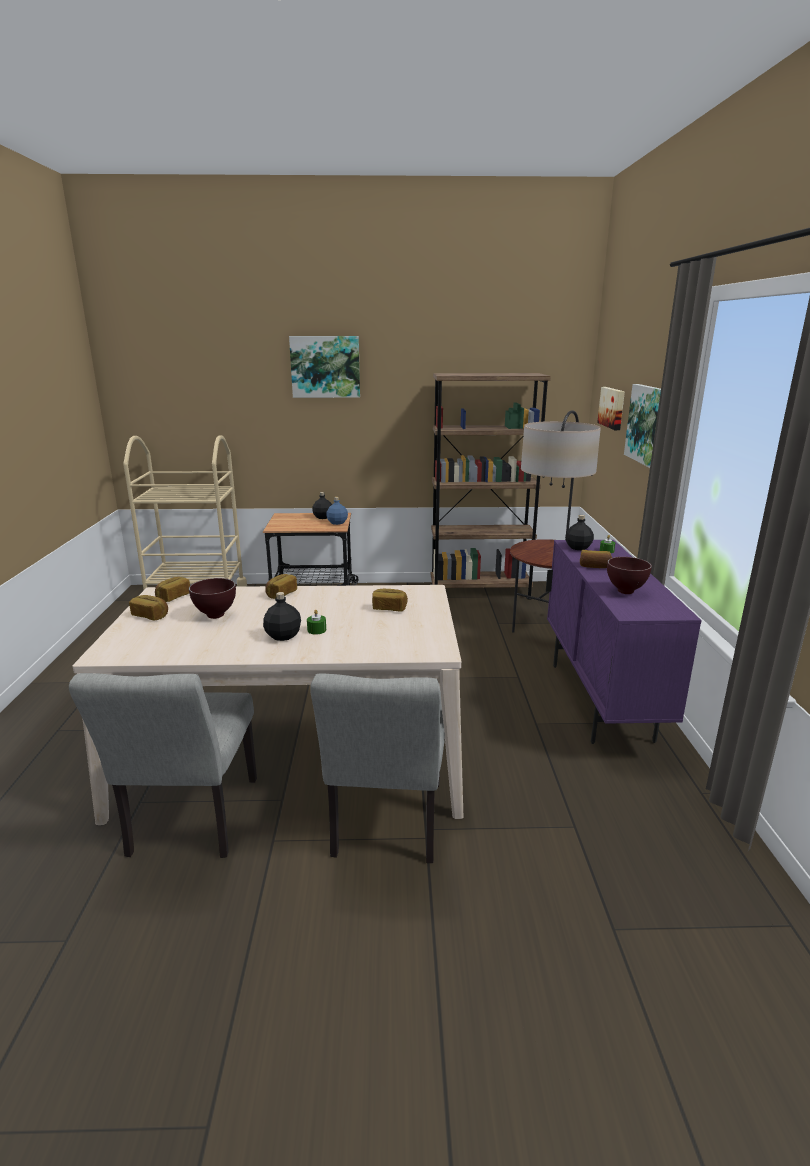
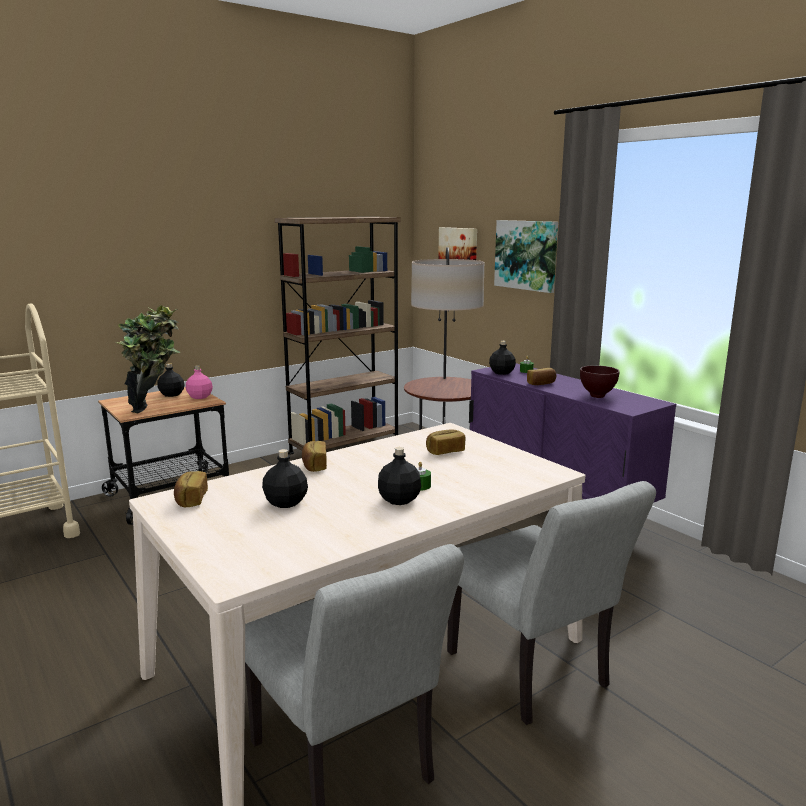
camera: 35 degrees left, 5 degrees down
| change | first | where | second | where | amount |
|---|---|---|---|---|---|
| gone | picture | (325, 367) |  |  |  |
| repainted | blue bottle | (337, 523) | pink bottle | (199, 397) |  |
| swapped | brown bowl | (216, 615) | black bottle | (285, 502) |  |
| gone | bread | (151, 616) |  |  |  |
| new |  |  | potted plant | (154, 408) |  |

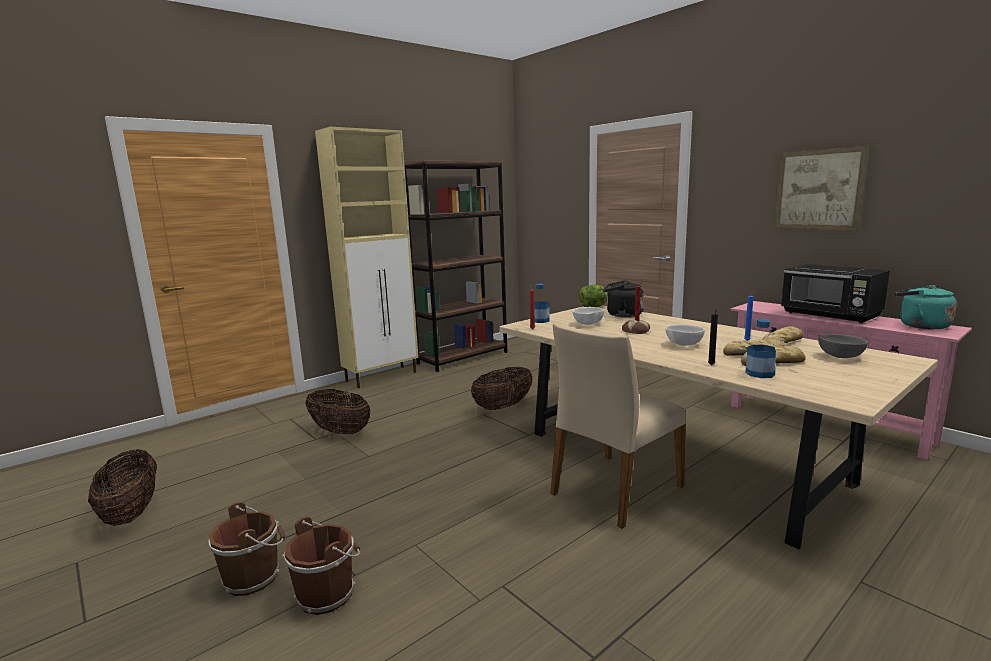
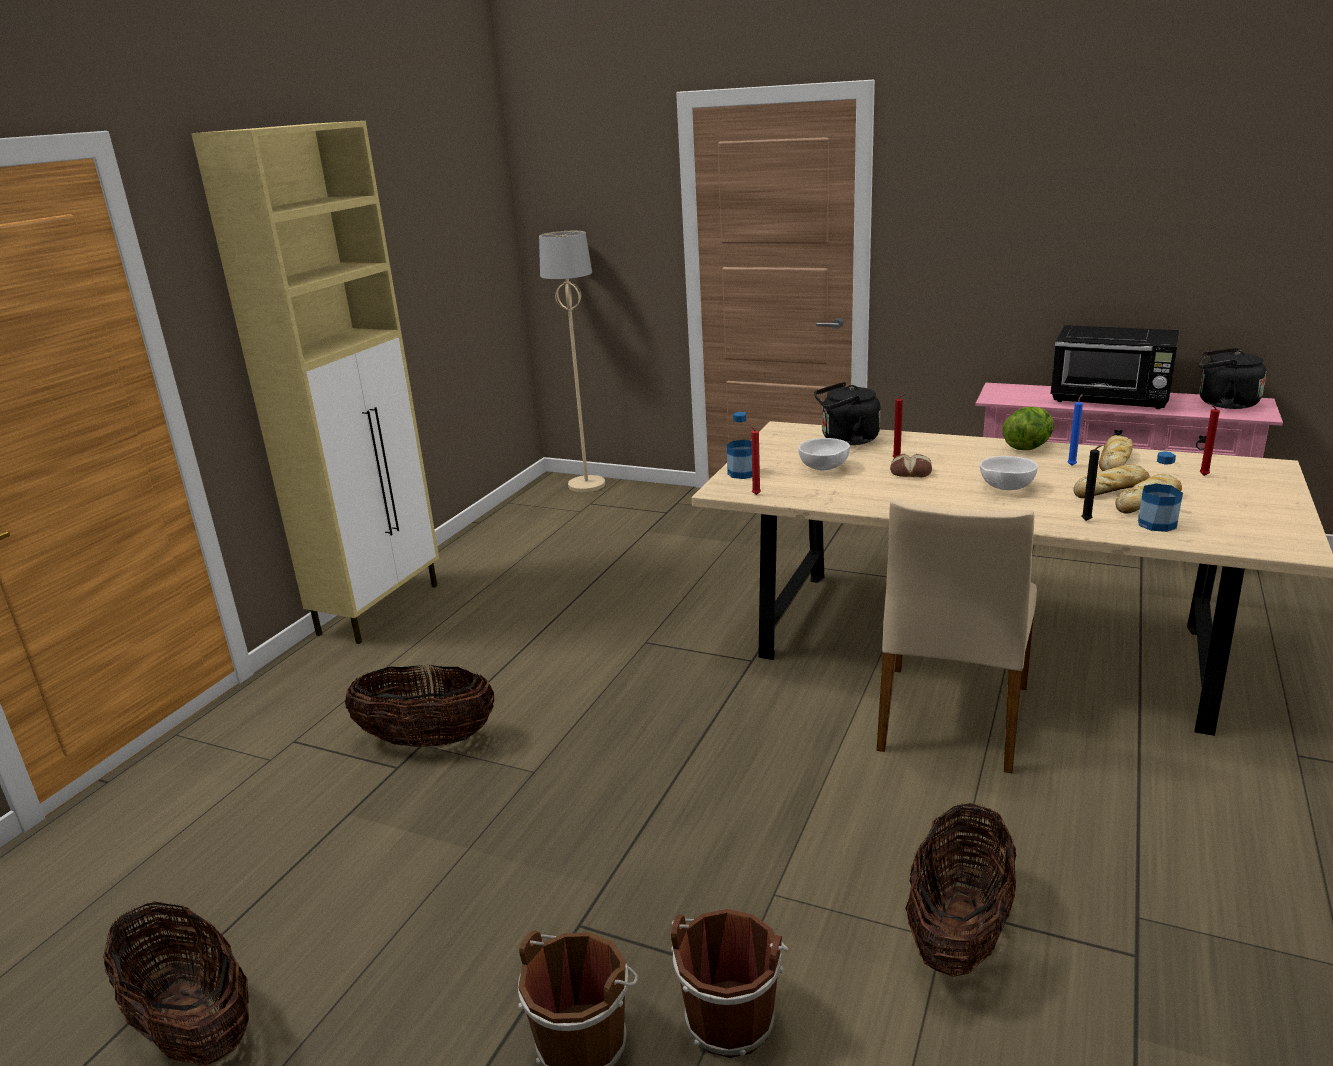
camera: 25 degrees left, 10 degrees up
| change | first | where | second | where | amount |
|---|---|---|---|---|---|
| gone | picture | (818, 190) |  |  |  |
| gone | brown bookcase | (463, 357) |  |  |  |
| shifted | lettuce | (594, 307) |  | (1027, 447) |  |
| repainted | turquoise kettle | (920, 325) | black kettle | (1223, 403) |  |
| swapped | grey bowl | (839, 356) | red candle | (1202, 475) |  |
| shifted | basket | (503, 406) |  | (958, 931) |  |
| new |  |  | beige floor lamp | (587, 485) |  |

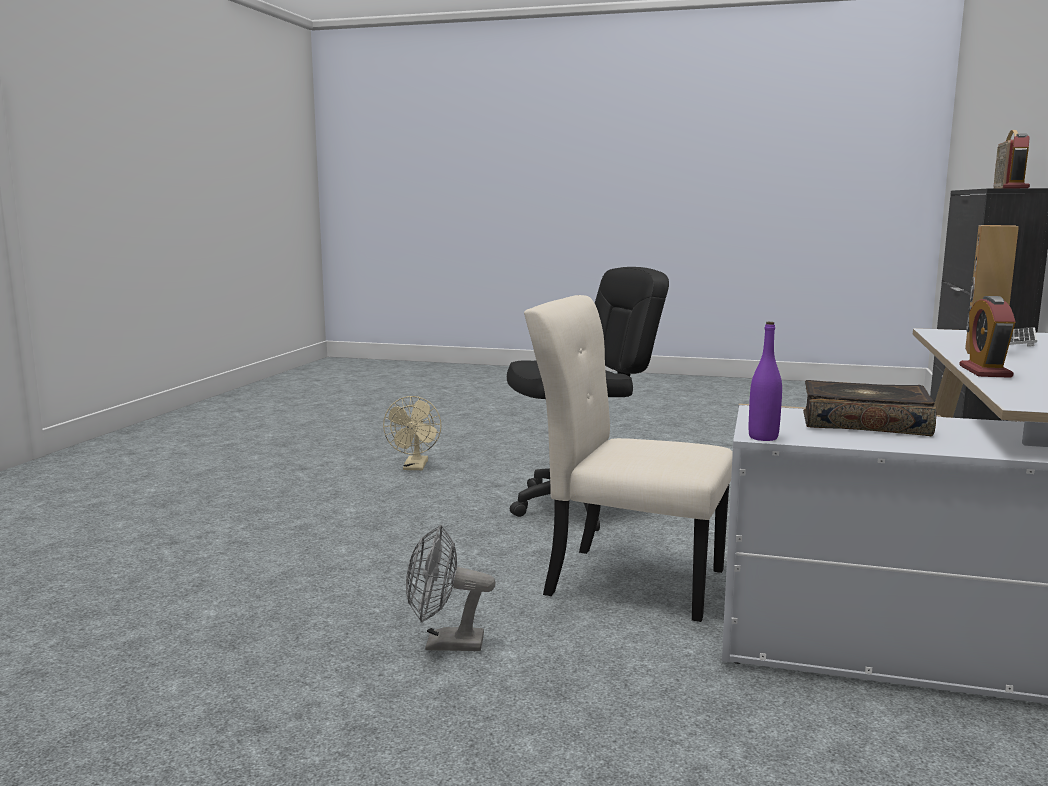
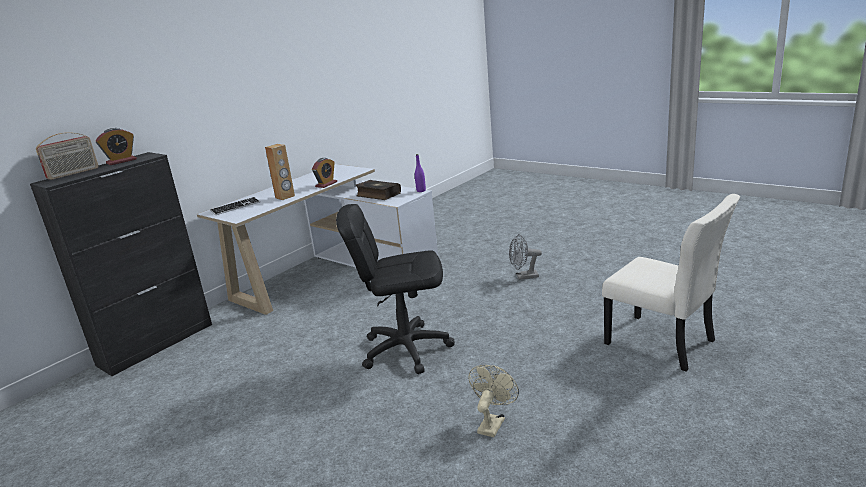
camera: 155 degrees left, 10 degrees up
| change | first | where | second | where | amount |
|---|---|---|---|---|---|
| shifted | beige chair | (627, 581) |  | (663, 344) |  |
| rotated | grey fan | (444, 644) |  | (523, 277) | 150 degrees clockwise |

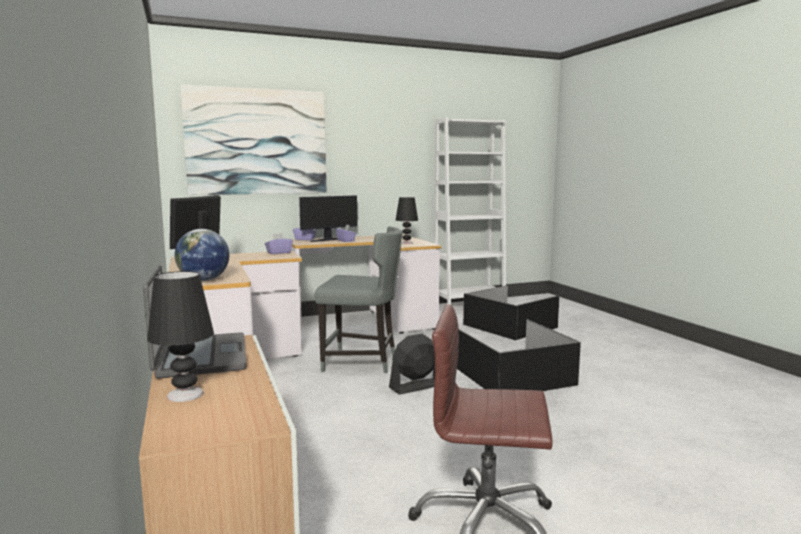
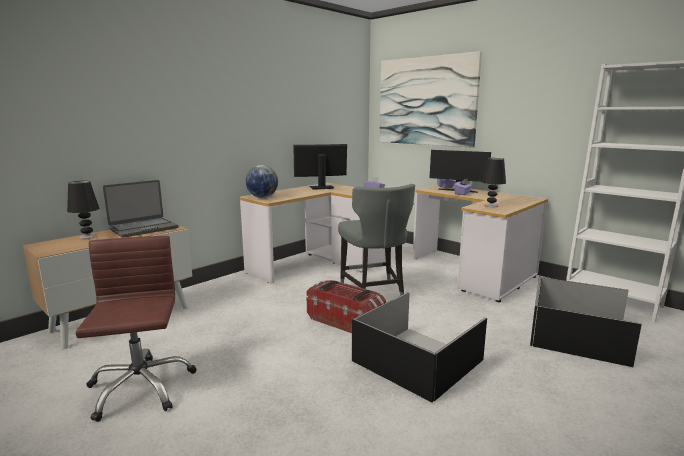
camera: 65 degrees right, 5 degrees up
| change | first | where | second | where | amount |
|---|---|---|---|---|---|
| swapped | black fan | (416, 386) | storage box | (346, 322) |  |

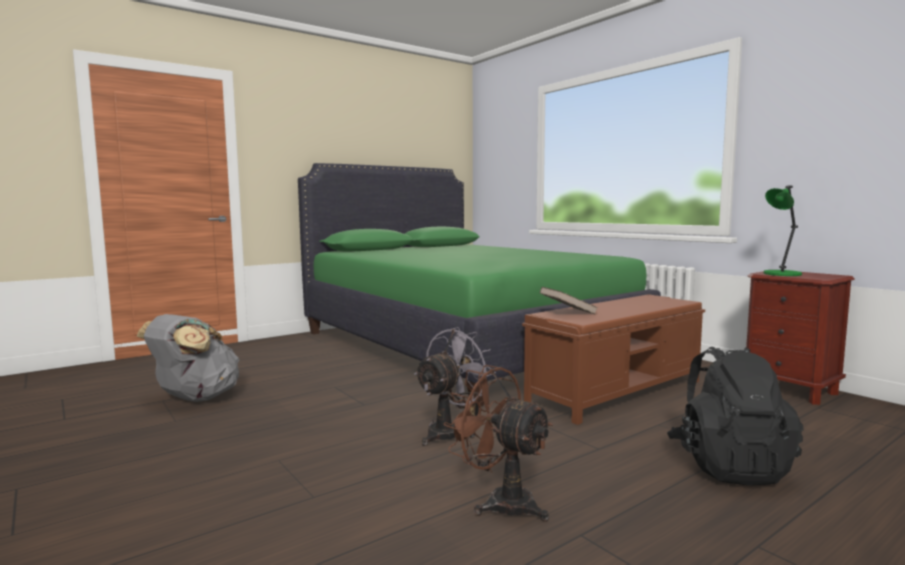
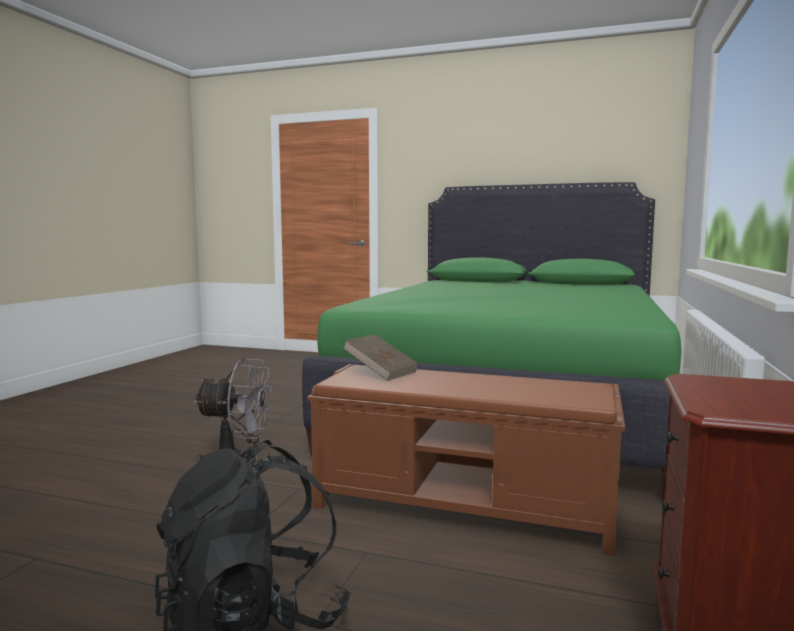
camera: 55 degrees right, 0 degrees up
| change | first | where | second | where | amount |
|---|---|---|---|---|---|
| gone | green table lamp | (781, 274) |  |  |  |
| gone | grey backpack | (195, 398) |  |  |  |
| gone | brown fan | (500, 502) |  |  |  |

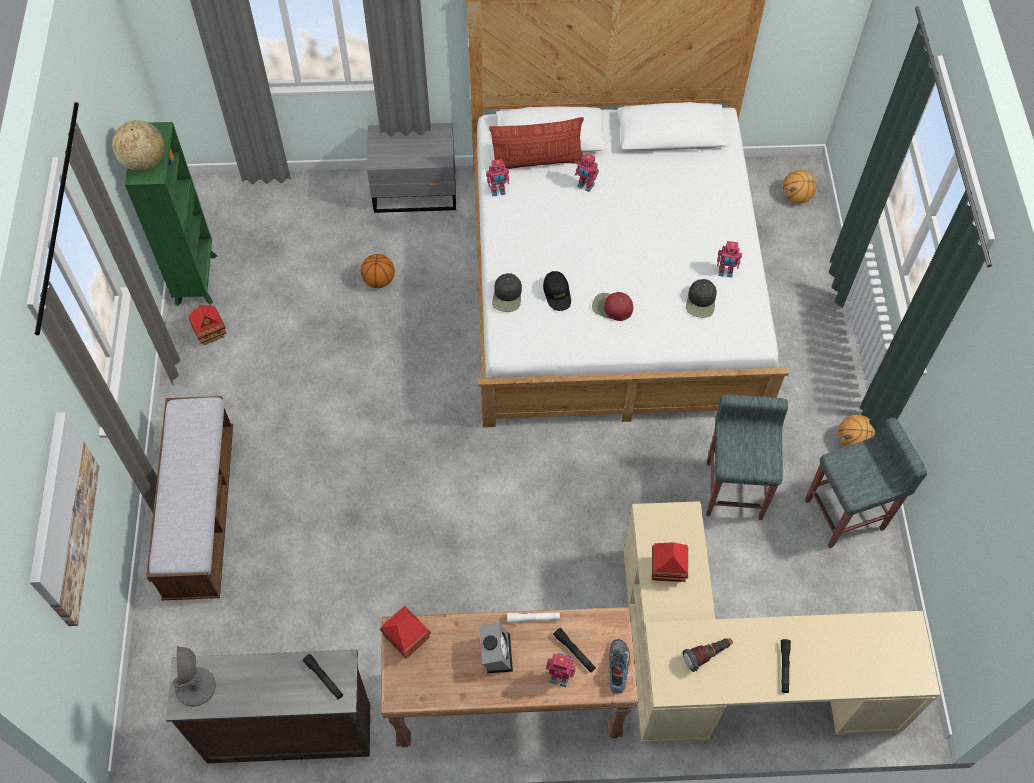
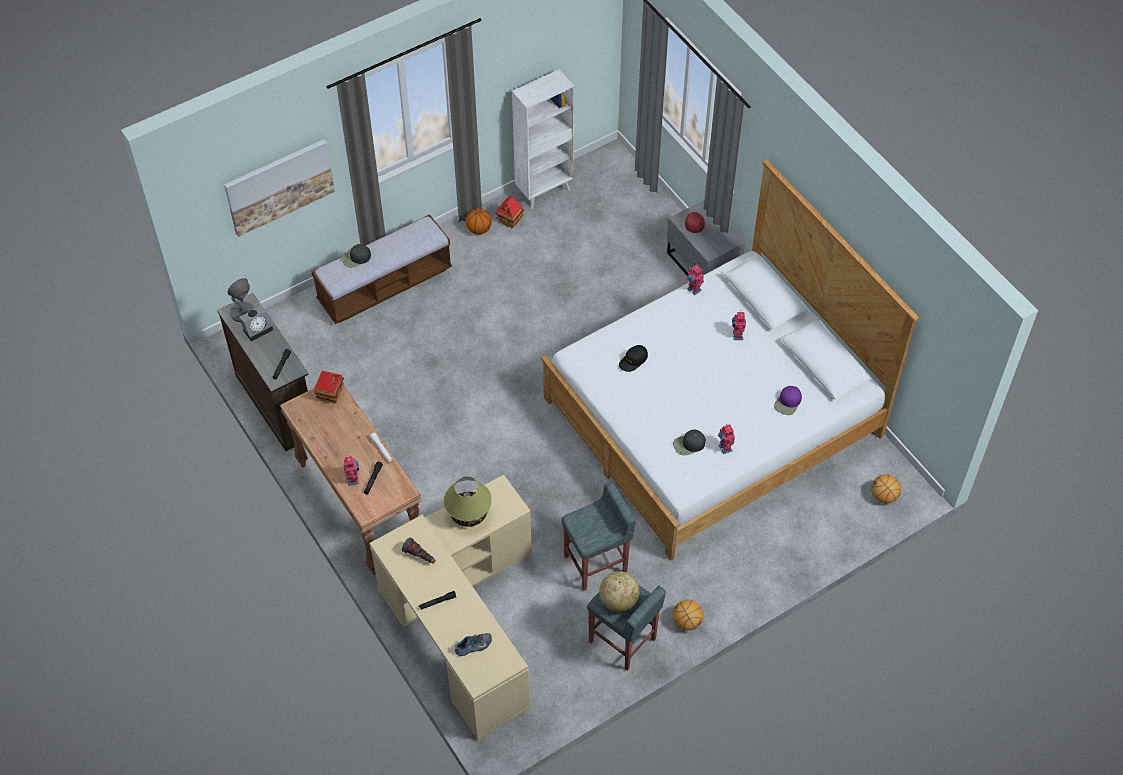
camera: 60 degrees right, 5 degrees down
| change | first | where | second | where | amount |
|---|---|---|---|---|---|
| gone | pillow | (537, 162) |  |  |  |
| shifted | globe | (144, 162) |  | (619, 600) |  |
| repainted | green bookcase | (196, 278) | white bookcase | (544, 190) |  |
| shifted | basketball | (379, 280) |  | (479, 229) |  |
| shifted | black cap | (507, 296) |  | (356, 258) |  |
| shifted | red cap | (612, 307) |  | (693, 221) |  |
| swapped | toy house | (667, 570) | table lamp | (468, 513) |  |
| shifted | alarm clock | (496, 652) |  | (258, 328) |  |
| shifted | shoe | (619, 668) |  | (474, 647) |  |
| new |  |  | purple cap | (788, 402) |  |

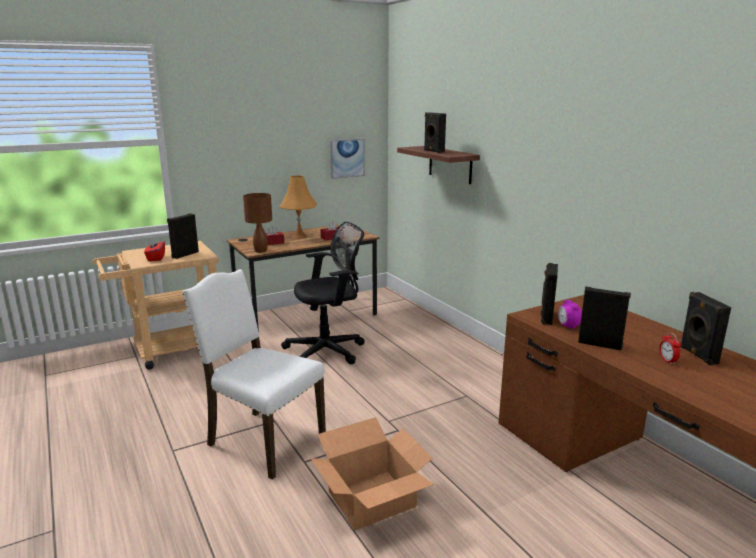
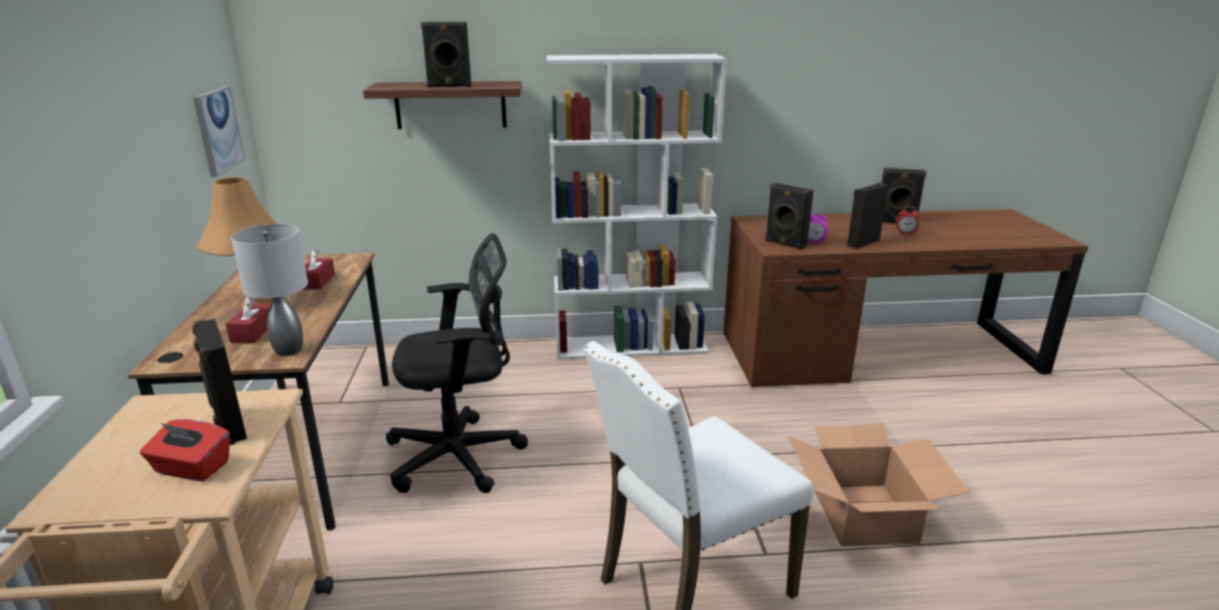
camera: 65 degrees left, 5 degrees up
| change | first | where | second | where | amount |
|---|---|---|---|---|---|
| repainted | brown table lamp | (261, 251) | grey table lamp | (289, 349) |  |
| rotated | black office chair | (328, 351) |  | (461, 456) | 75 degrees clockwise |
| new |  |  | white bookcase | (631, 346) |  |

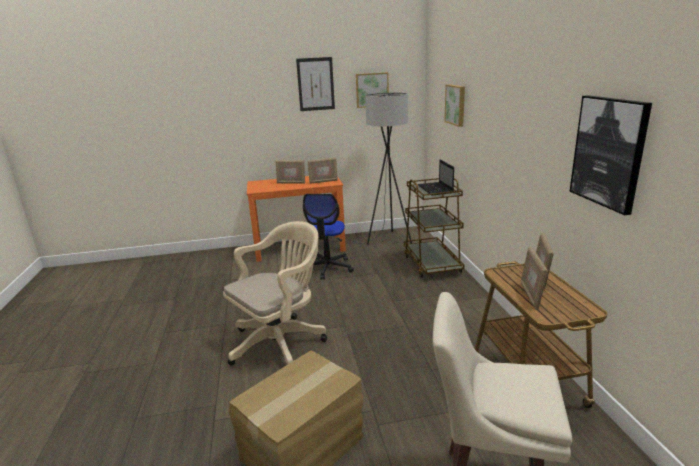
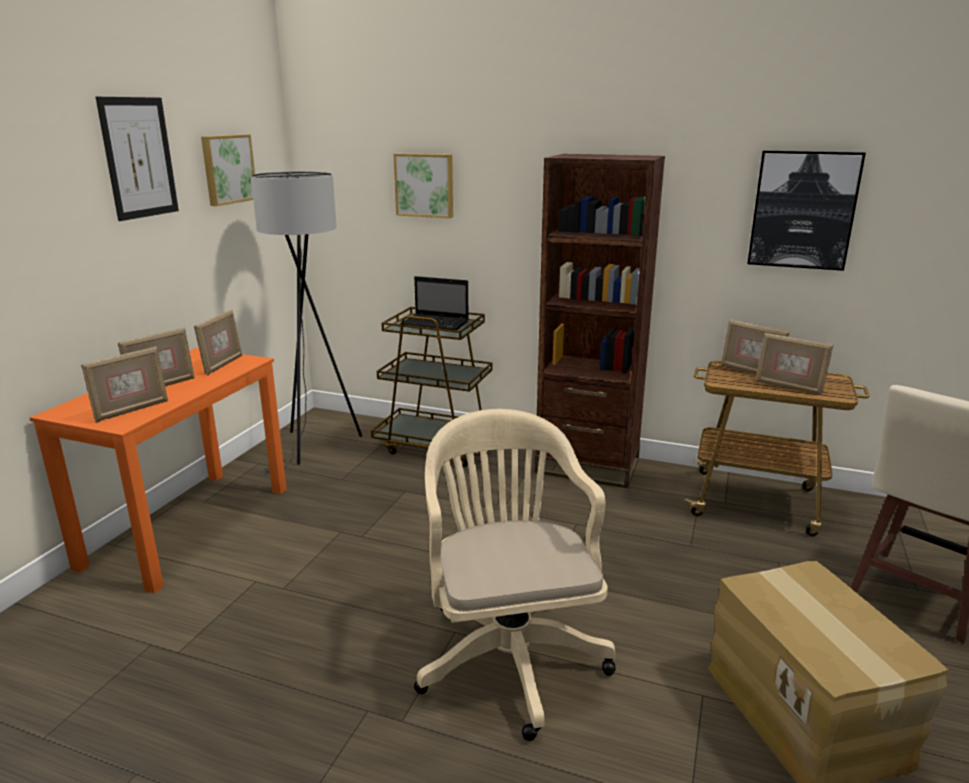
camera: 60 degrees left, 0 degrees up
| change | first | where | second | where | amount |
|---|---|---|---|---|---|
| gone | office chair | (327, 268) |  |  |  |
| new |  |  | brown bookcase | (587, 466) |  |
| new |  |  | picture frame | (131, 410) |  |

